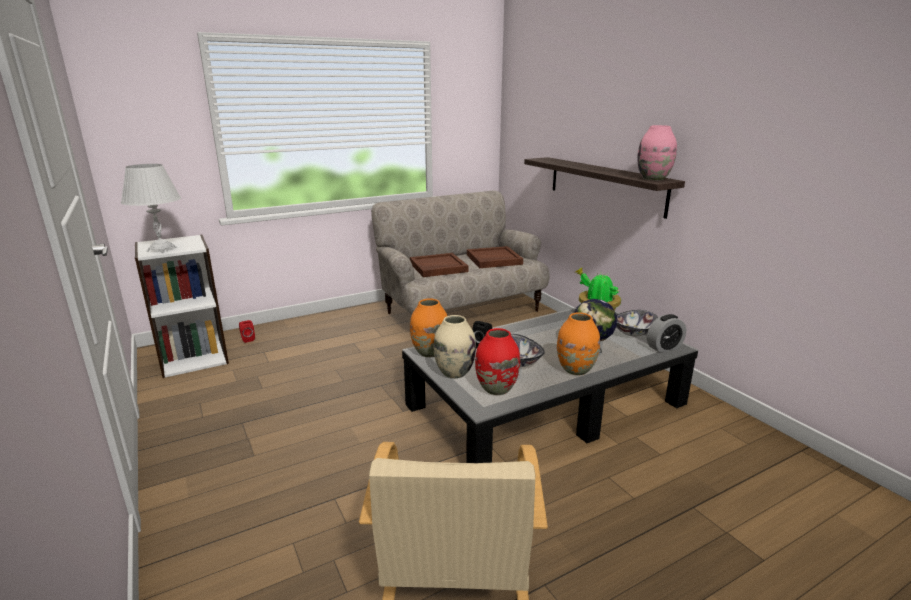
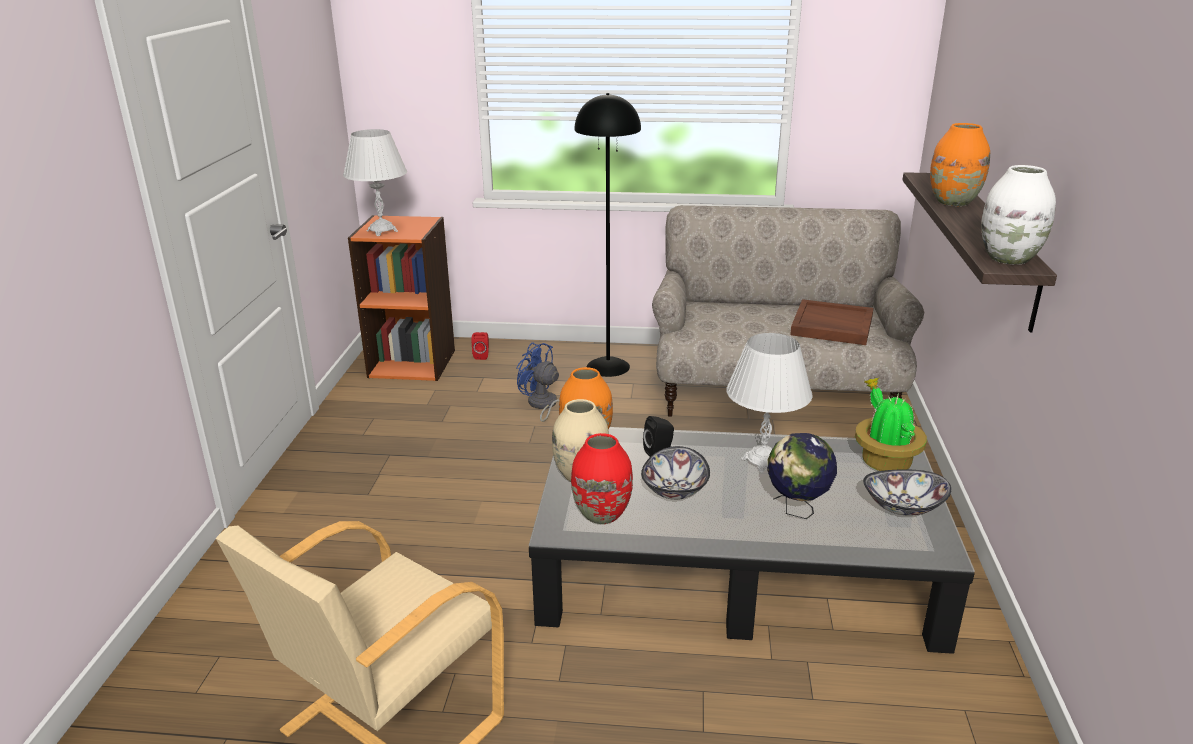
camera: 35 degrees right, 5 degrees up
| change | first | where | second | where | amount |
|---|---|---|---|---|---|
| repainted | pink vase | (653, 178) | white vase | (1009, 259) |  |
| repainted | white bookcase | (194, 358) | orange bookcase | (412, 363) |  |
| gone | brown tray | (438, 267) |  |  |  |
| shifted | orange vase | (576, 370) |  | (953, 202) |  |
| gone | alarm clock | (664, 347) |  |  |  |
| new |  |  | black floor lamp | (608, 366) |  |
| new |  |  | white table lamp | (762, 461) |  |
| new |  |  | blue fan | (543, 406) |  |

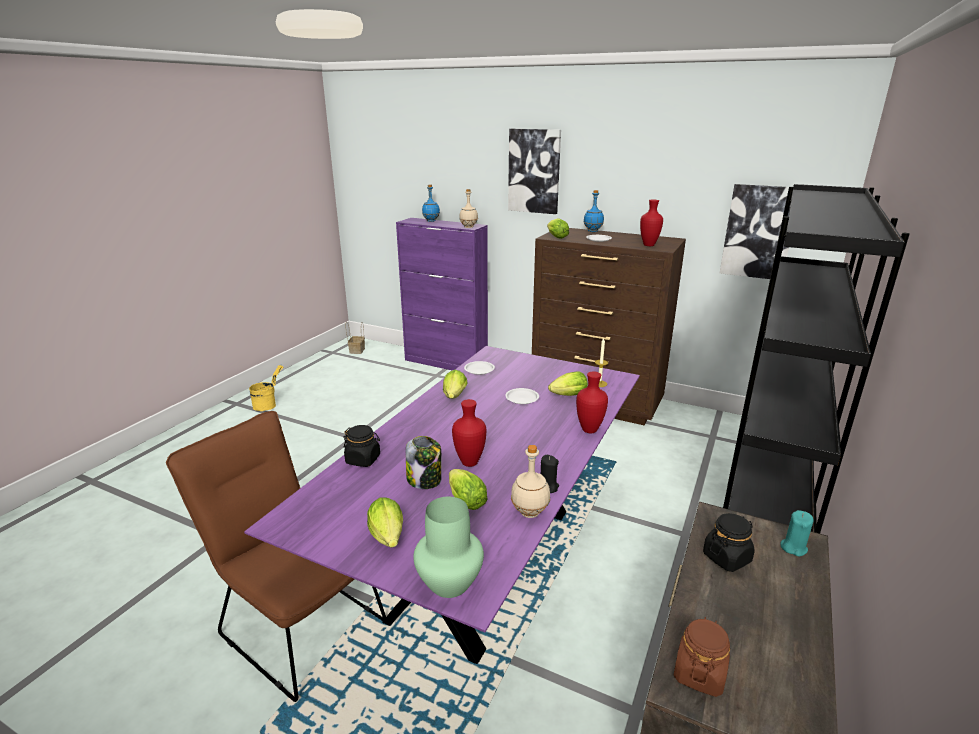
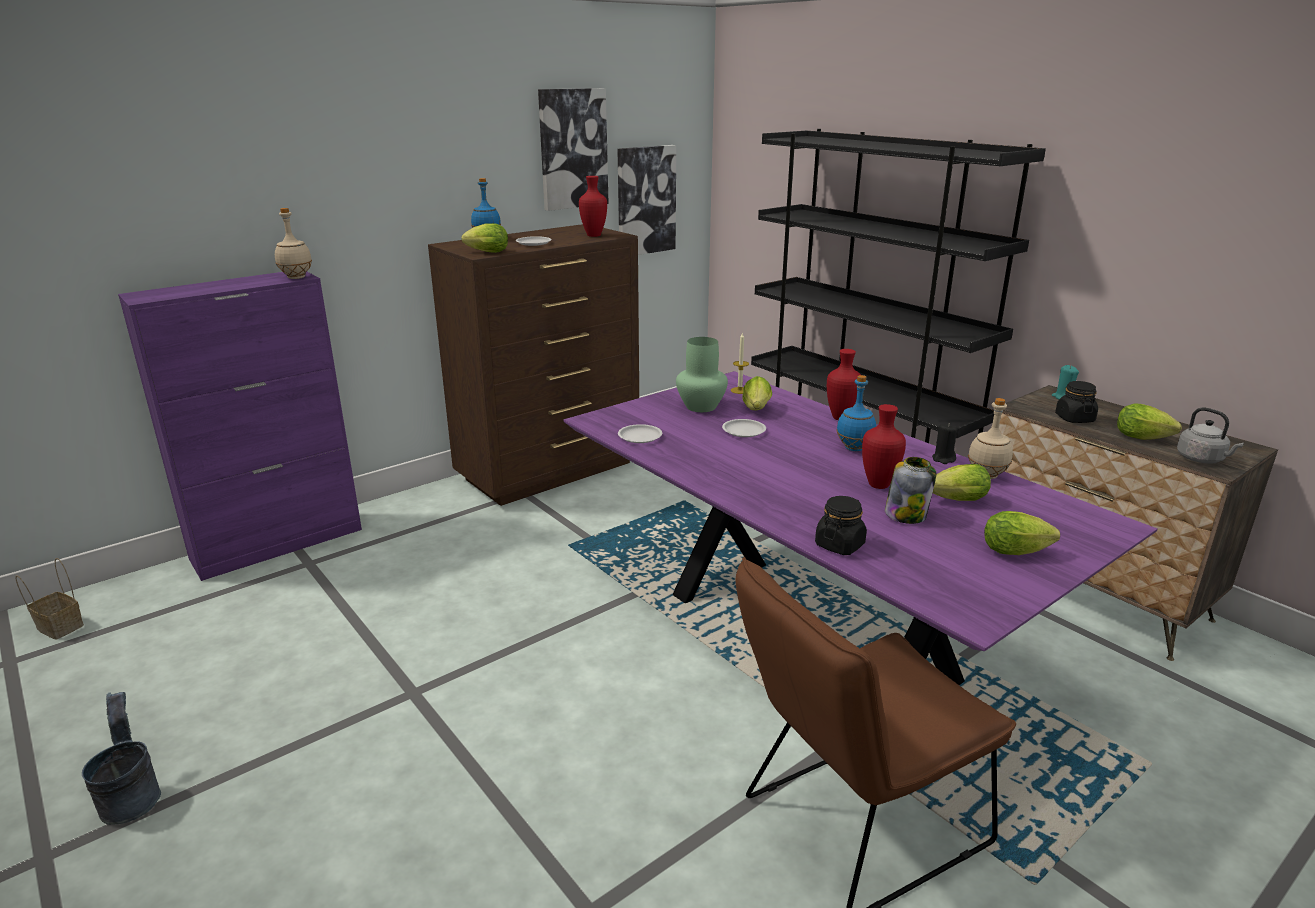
camera: 65 degrees left, 0 degrees up
| change | first | where | second | where | amount |
|---|---|---|---|---|---|
| shifted | picture | (534, 171) |  | (572, 149) |  |
| shifted | blue bottle | (431, 221) |  | (855, 448) |  |
| repainted | yellow bucket | (268, 405) | grey bucket | (131, 796) |  |
| shifted | lettuce | (454, 397) |  | (1145, 438) |  |
| shifted | green vase | (448, 583) |  | (701, 407) |  |
| swapped | brown jar | (699, 673) | grey kettle | (1202, 459) |  |

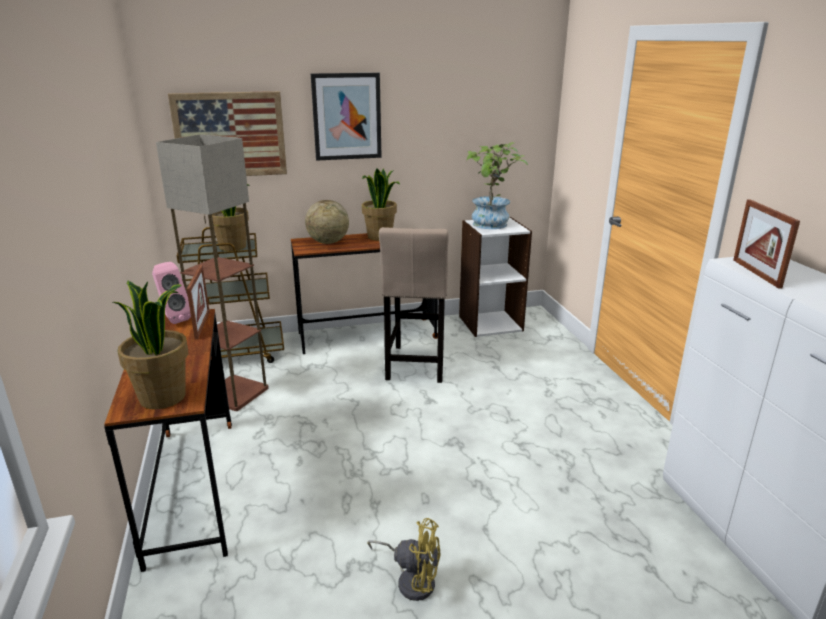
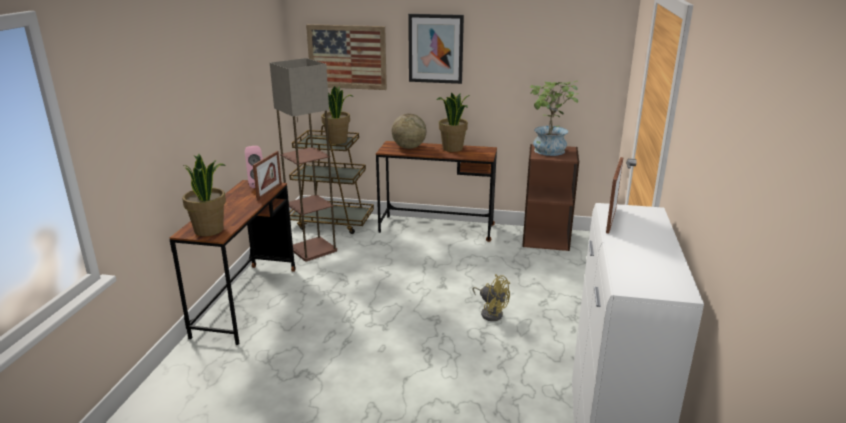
camera: 25 degrees right, 0 degrees up
| change | first | where | second | where | amount |
|---|---|---|---|---|---|
| repainted | white bookcase | (490, 323) | brown bookcase | (546, 238) |  |
| gone | beige stool | (415, 366) |  |  |  |
| shifted | yellow fan | (412, 580) |  | (491, 312) |  |

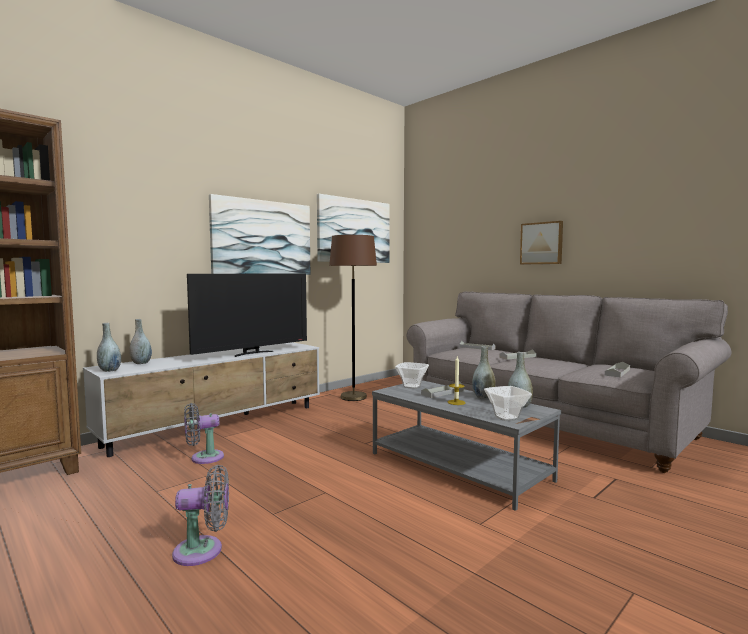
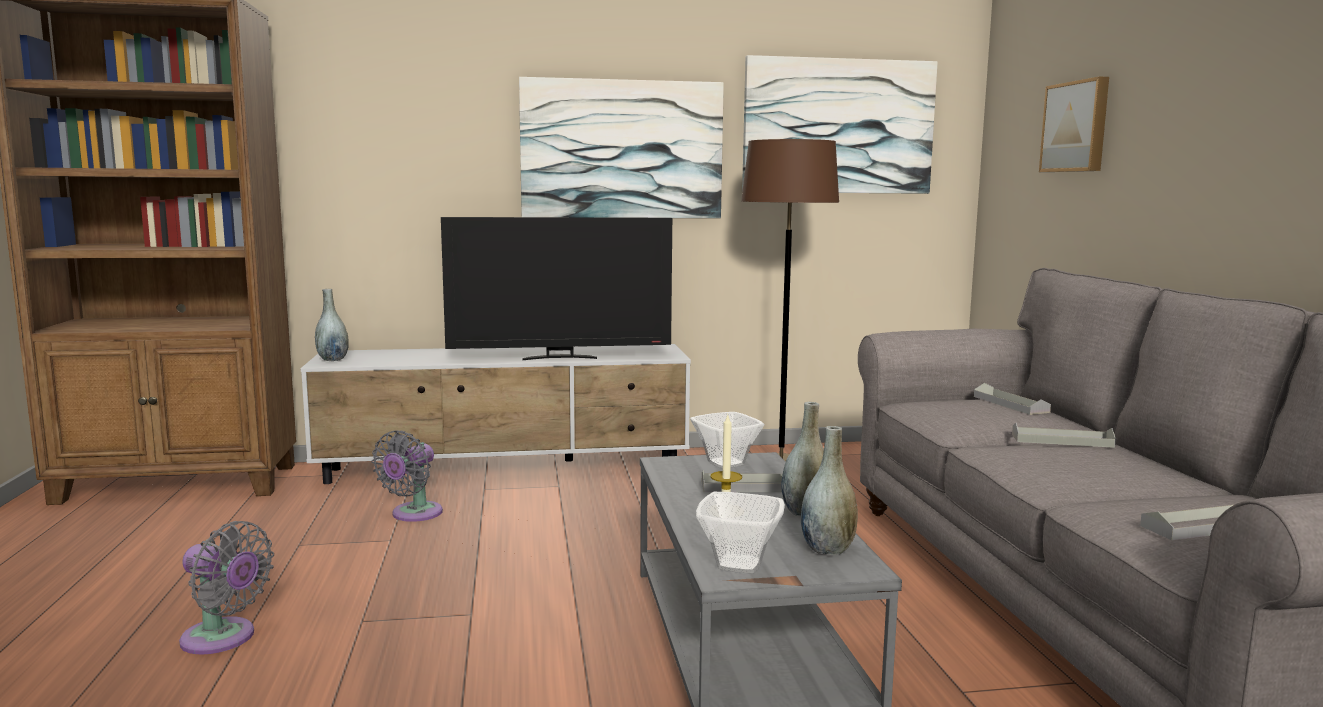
camera: 35 degrees right, 5 degrees up
| change | first | where | second | where | amount |
|---|---|---|---|---|---|
| shifted | picture | (542, 243) |  | (1077, 127) |  |
| gone | grey vase | (141, 363) |  |  |  |
| rotated | grey fan | (203, 458) |  | (413, 514) | 75 degrees counterclockwise |

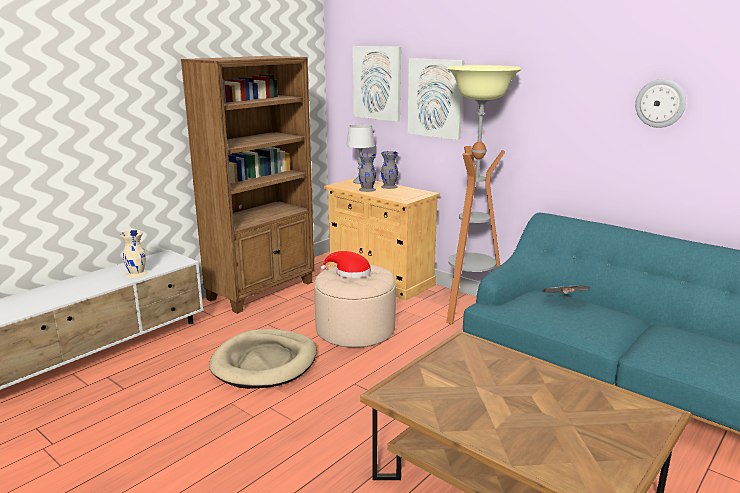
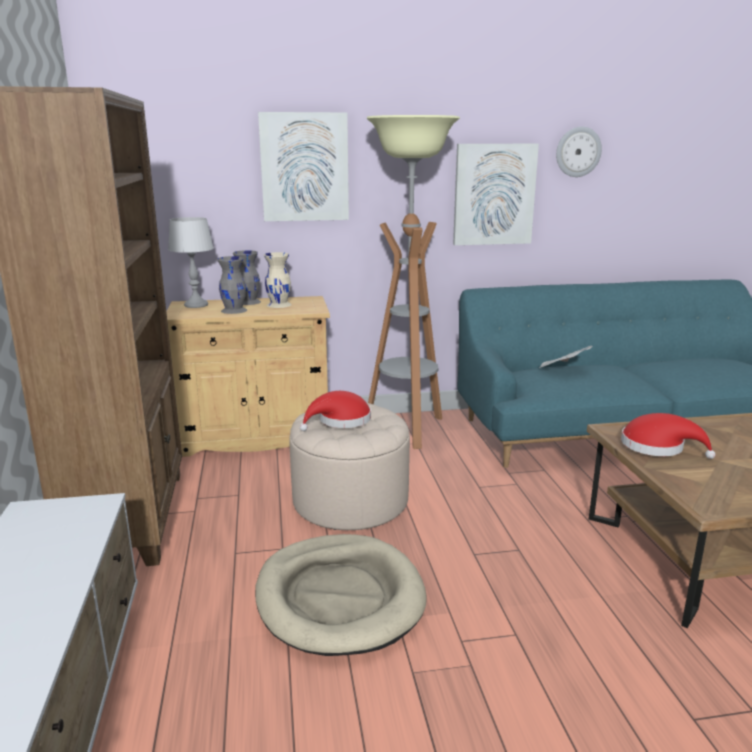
camera: 50 degrees left, 0 degrees up
| change | first | where | second | where | amount |
|---|---|---|---|---|---|
| shifted | picture | (377, 83) |  | (494, 194) |  |
| shifted | beige vase | (137, 274) |  | (279, 304) |  |
| new |  |  | red hat | (657, 447) |  |

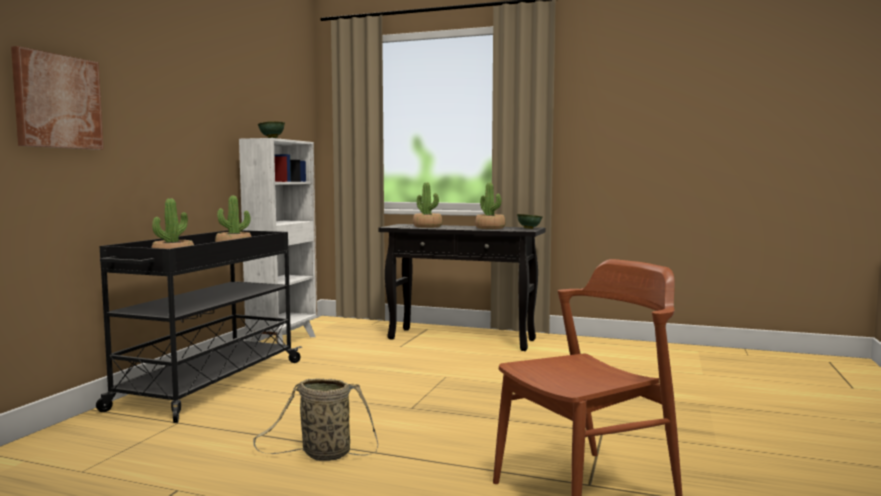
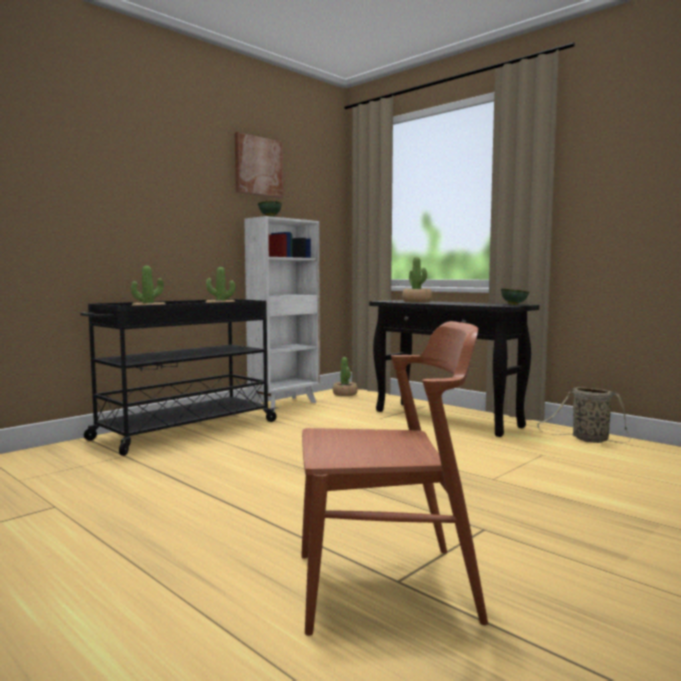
camera: 25 degrees right, 0 degrees up
| change | first | where | second | where | amount |
|---|---|---|---|---|---|
| shifted | picture | (57, 101) |  | (258, 166) |  |
| shifted | potted plant | (490, 228) |  | (345, 394) |  |
| shifted | basket | (322, 454) |  | (587, 439) |  |

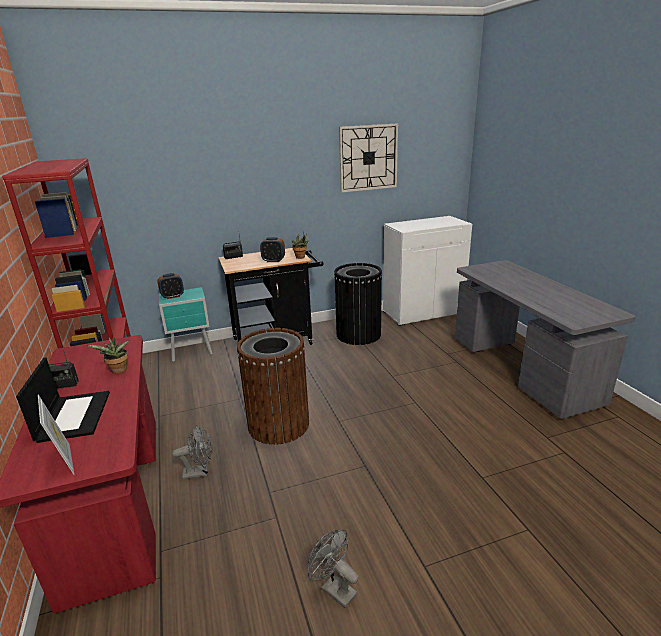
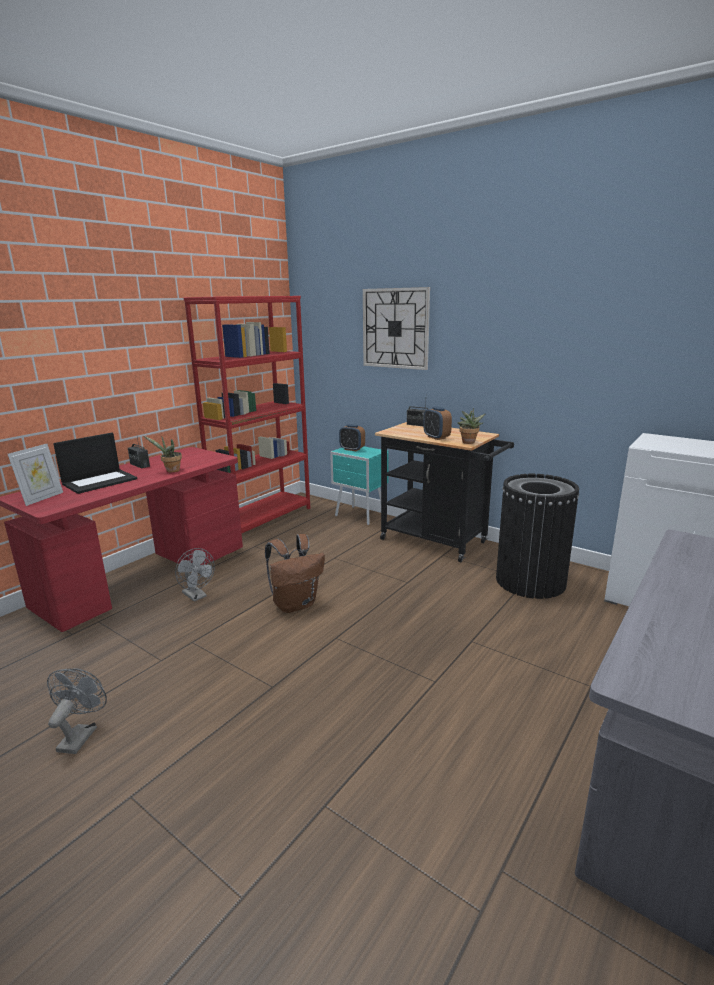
camera: 55 degrees right, 5 degrees down
| change | first | where | second | where | amount |
|---|---|---|---|---|---|
| shifted | wall clock | (368, 158) |  | (395, 328) |  |
| swapped | brown trash can | (278, 424) | brown backpack | (295, 604) |  |

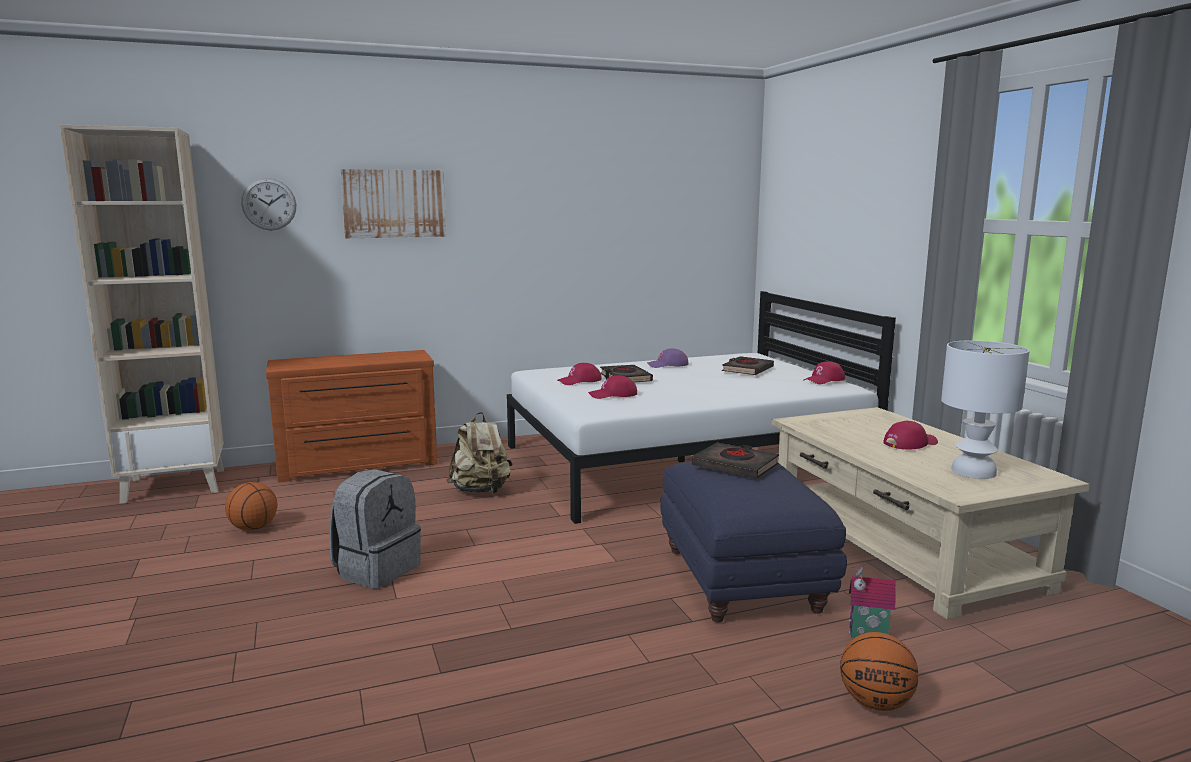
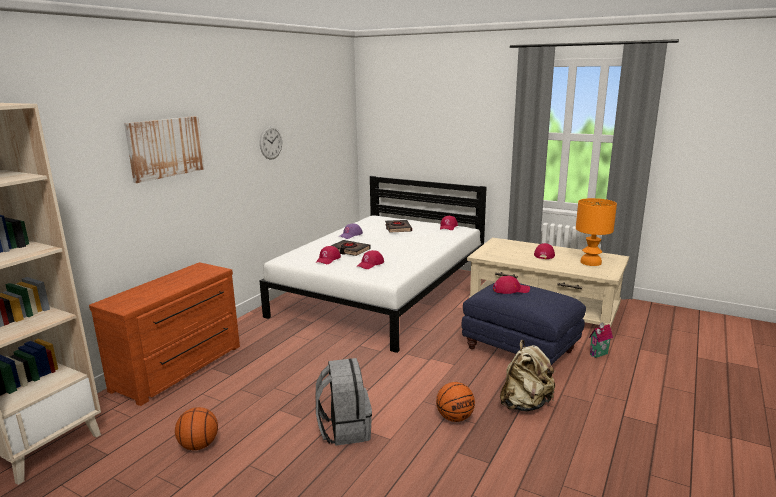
camera: 40 degrees left, 5 degrees up
| change | first | where | second | where | amount |
|---|---|---|---|---|---|
| shifted | wall clock | (269, 204) |  | (271, 142) |  |
| repainted | white table lamp | (972, 472) | orange table lamp | (590, 262) |  |
| shifted | beige backpack | (481, 491) |  | (525, 404) |  |
| swapped | black book | (735, 466) | red cap | (510, 290) |  |
| shifted | basketball | (875, 703) |  | (455, 418) |  |

